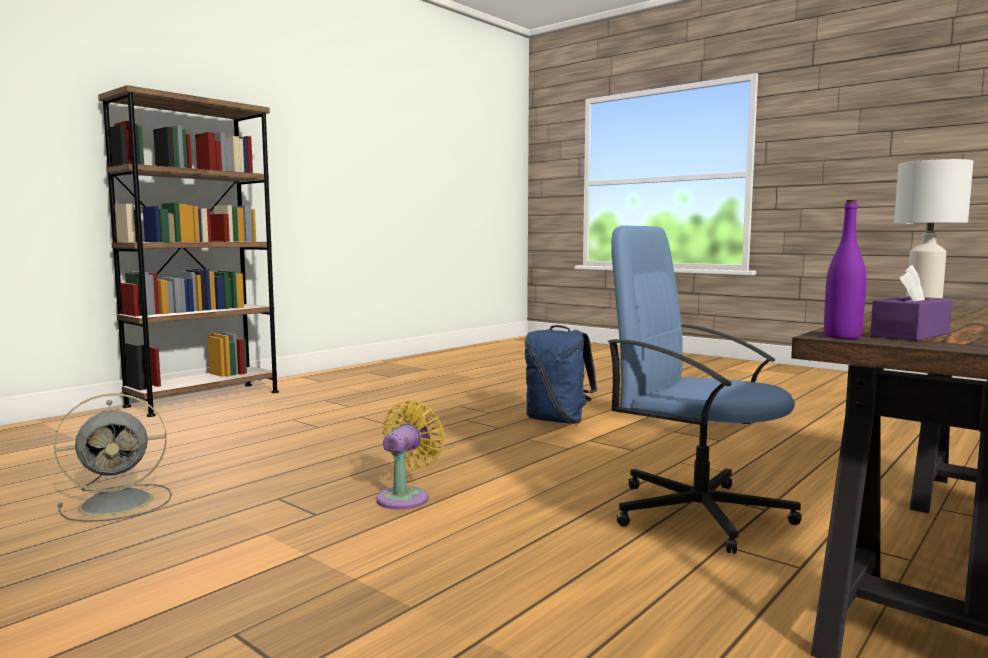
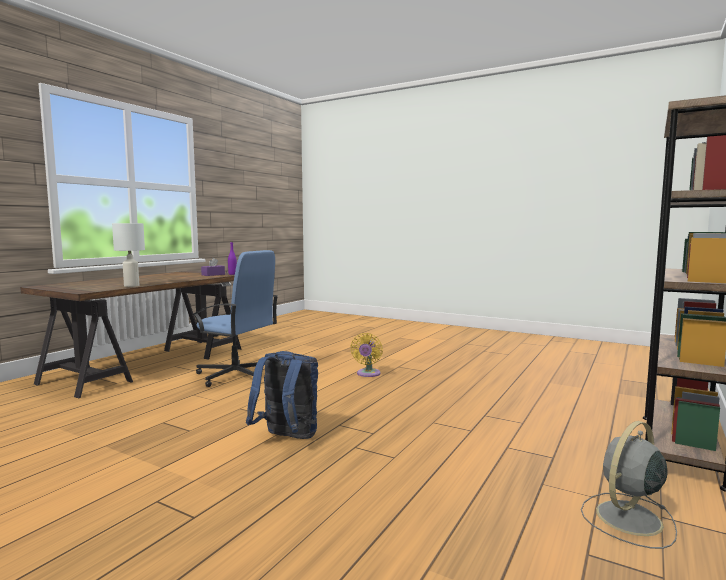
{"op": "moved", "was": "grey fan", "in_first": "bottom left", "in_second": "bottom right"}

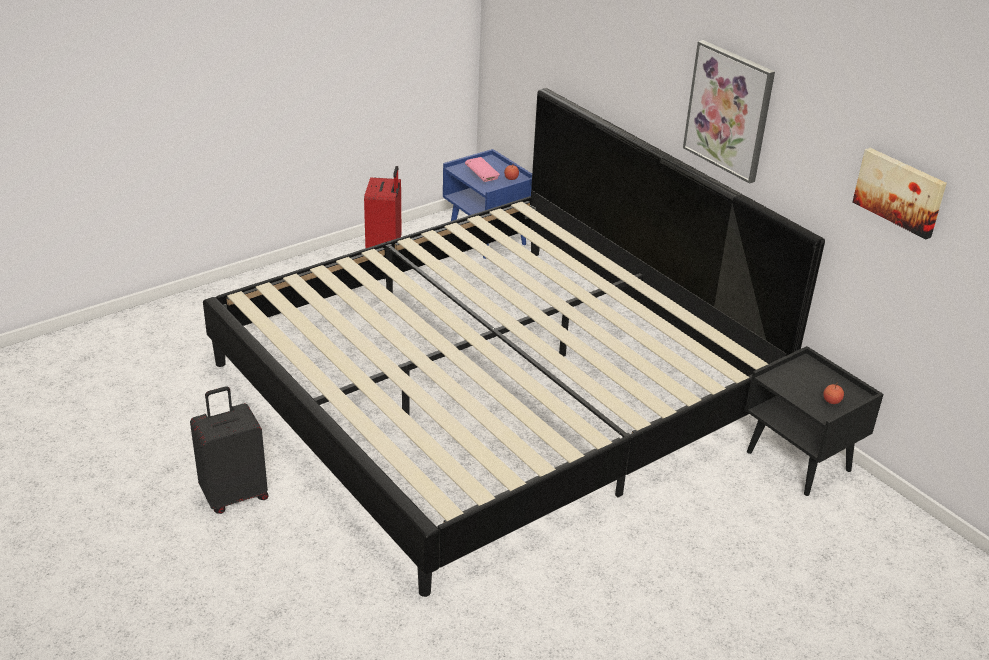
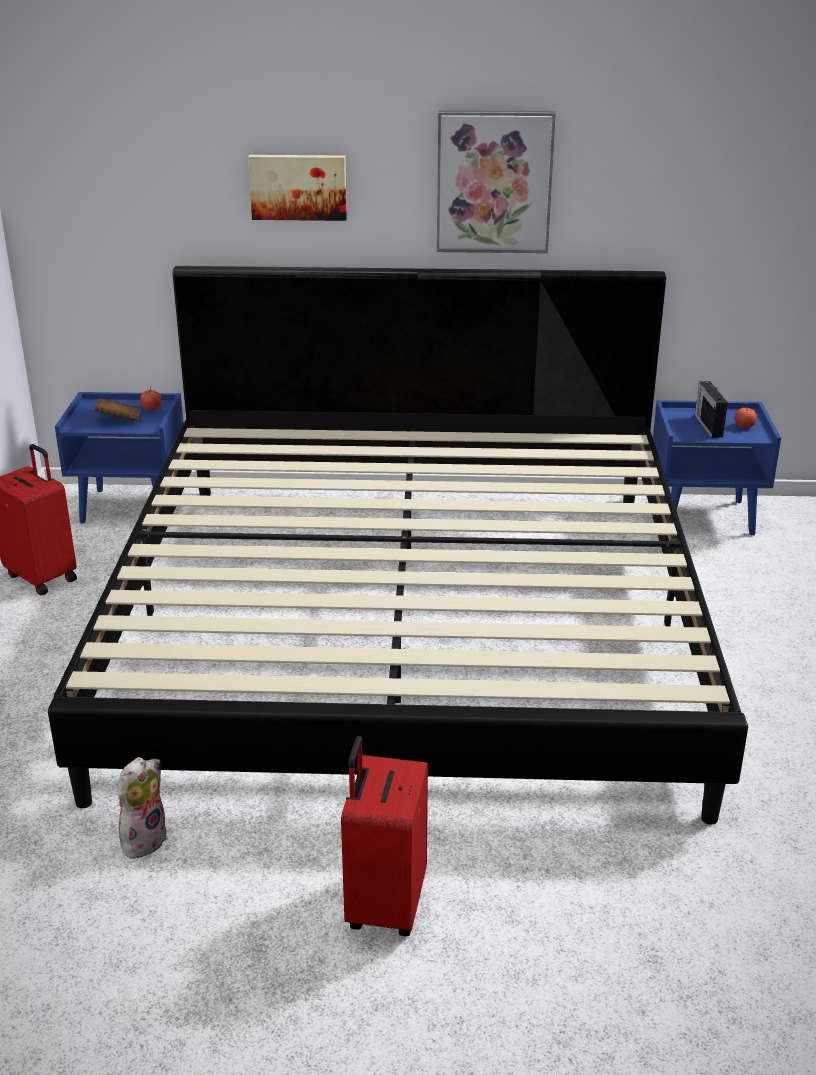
{"op": "moved", "was": "picture (2nd from left in the first image)", "now": "picture (1st from left)", "in_first": "top right", "in_second": "top centre"}
{"op": "recoloured", "was": "pink book", "now": "brown book", "in_first": "top centre", "in_second": "middle left"}
{"op": "recoloured", "was": "black nightstand", "now": "blue nightstand (2nd from left)", "in_first": "middle right", "in_second": "middle right"}
{"op": "recoloured", "was": "black suitcase", "now": "red suitcase (2nd from left)", "in_first": "bottom left", "in_second": "bottom centre"}
{"op": "added", "now": "radio", "in_second": "middle right"}
{"op": "added", "now": "plush toy", "in_second": "bottom left"}

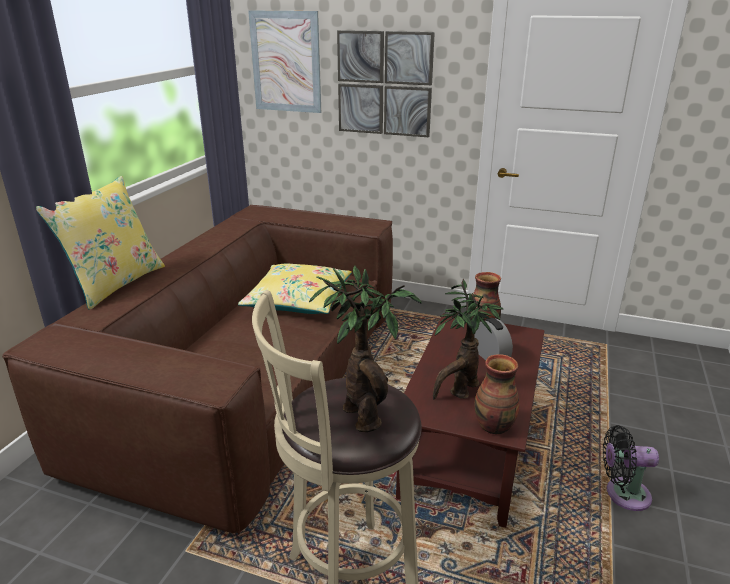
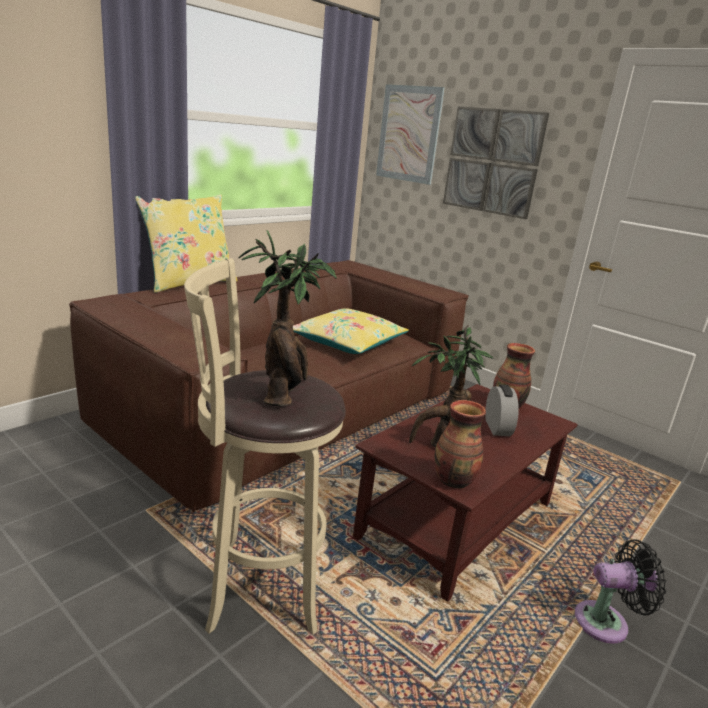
{"op": "turned", "was": "black fan", "in_first": "bottom right", "in_second": "bottom right", "clockwise": 150}

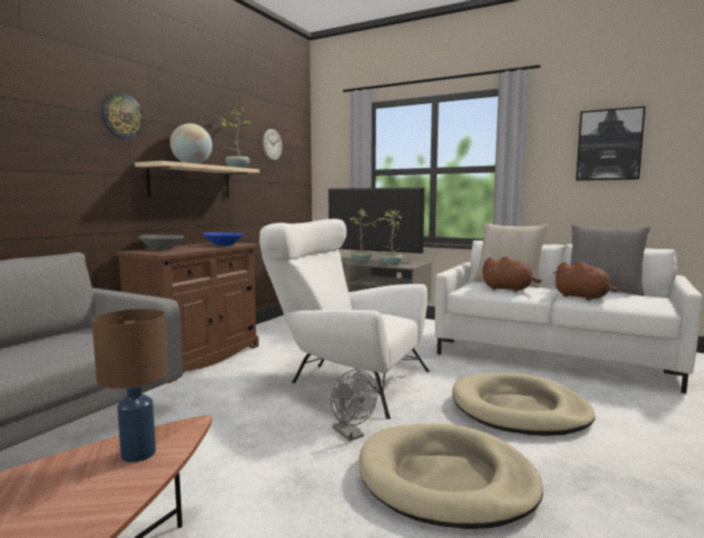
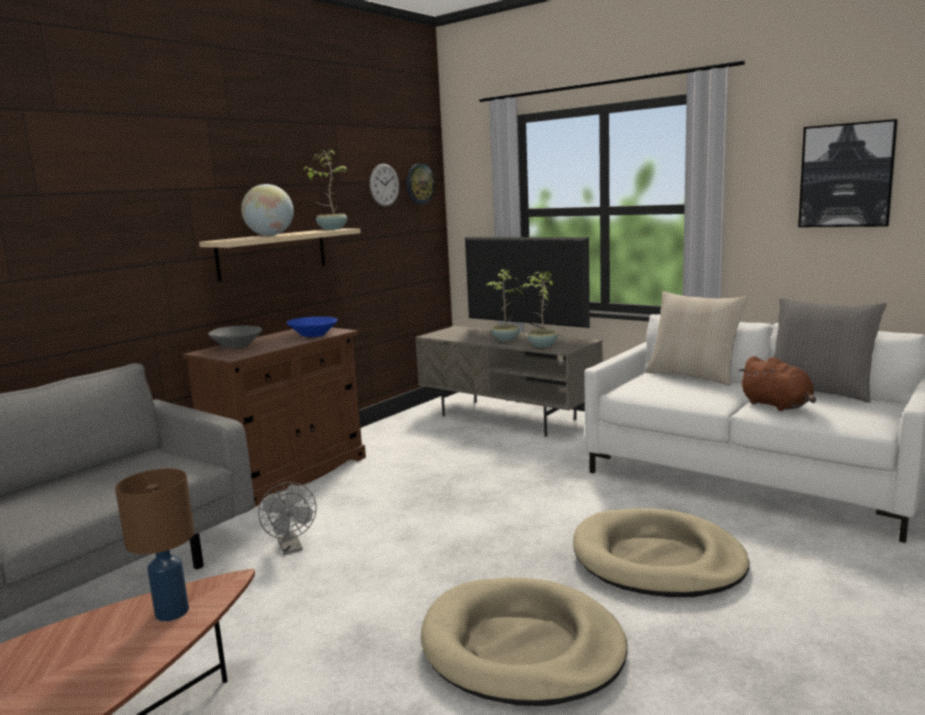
{"op": "moved", "was": "wall clock (1st from left in the first image)", "now": "wall clock (2nd from left)", "in_first": "top left", "in_second": "top centre"}
{"op": "removed", "was": "white armchair", "in_first": "centre"}
{"op": "removed", "was": "brown plush toy (1st from left)", "in_first": "middle right"}
{"op": "moved", "was": "grey fan", "in_first": "bottom centre", "in_second": "bottom left"}

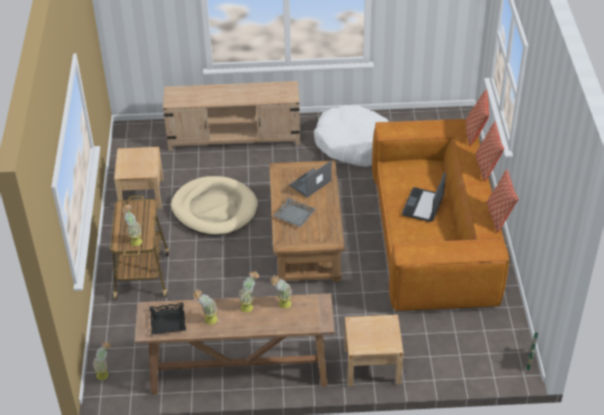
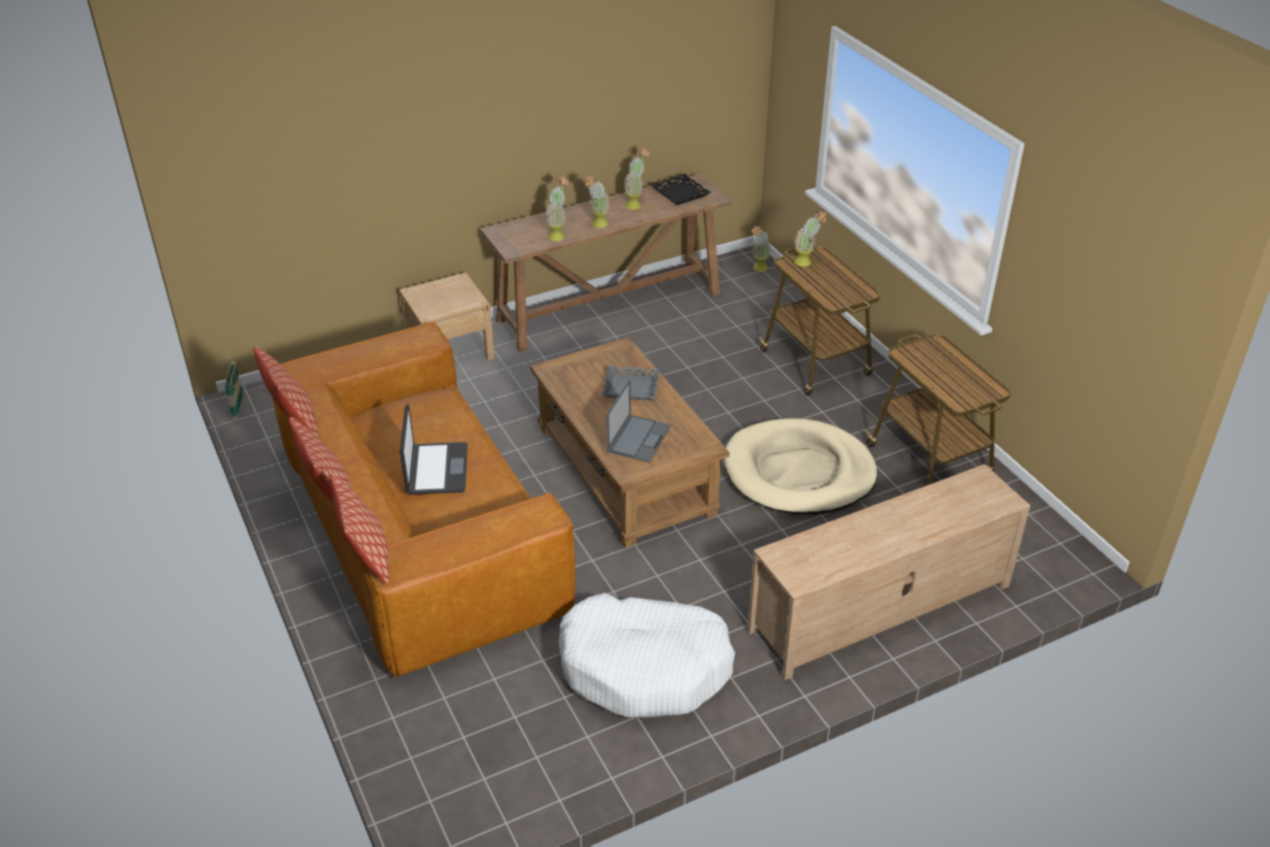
{"op": "replaced", "was": "beige nightstand (1st from left)", "now": "cart (2nd from left)", "in_first": "middle left", "in_second": "middle right"}

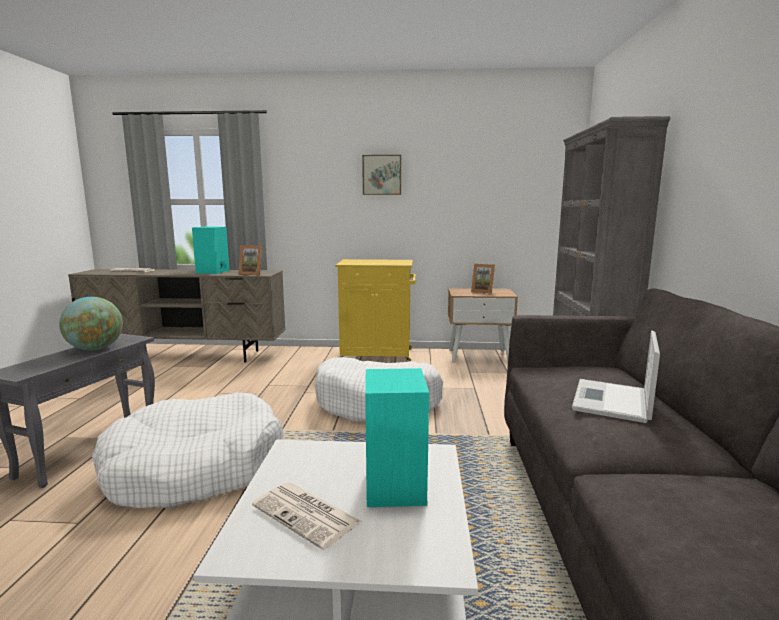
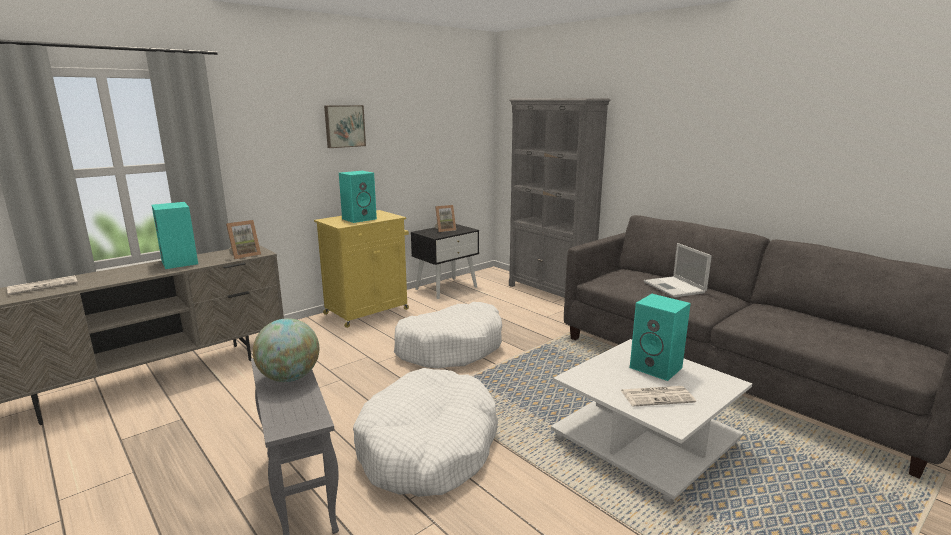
{"op": "recoloured", "was": "beige nightstand", "now": "black nightstand", "in_first": "centre", "in_second": "centre"}
{"op": "added", "now": "turquoise speaker (2nd from left)", "in_second": "centre"}

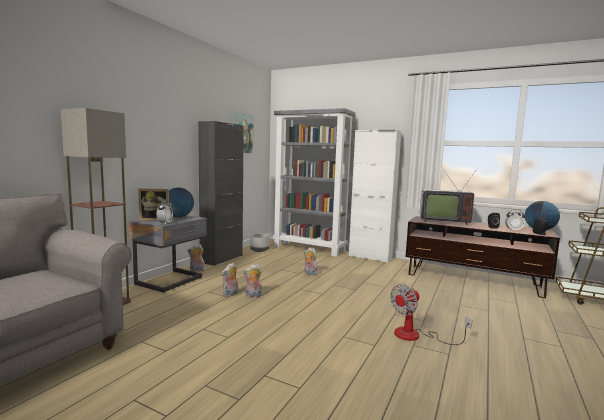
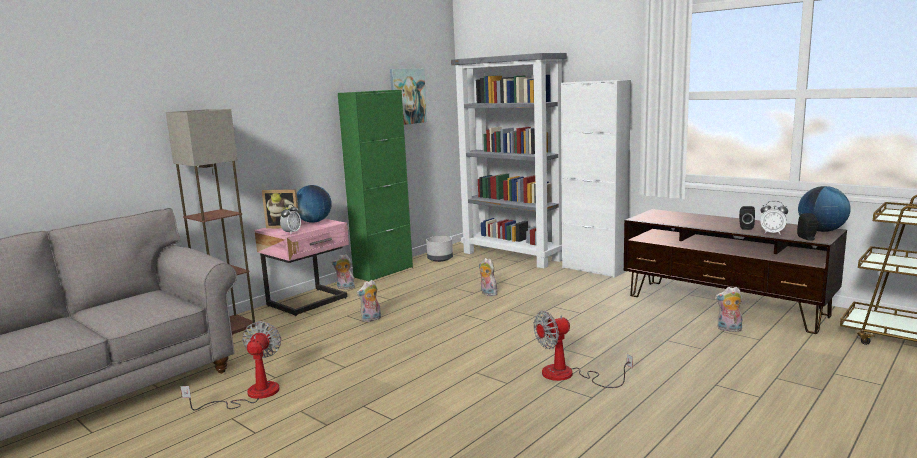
{"op": "recoloured", "was": "black cabinet", "now": "green cabinet", "in_first": "centre", "in_second": "centre"}
{"op": "removed", "was": "television", "in_first": "middle right"}
{"op": "recoloured", "was": "grey nightstand", "now": "pink nightstand", "in_first": "middle left", "in_second": "middle left"}
{"op": "moved", "was": "plush toy (3rd from left in the first image)", "now": "plush toy (4th from left)", "in_first": "bottom centre", "in_second": "bottom right"}
{"op": "added", "now": "fan (1st from left)", "in_second": "bottom left"}

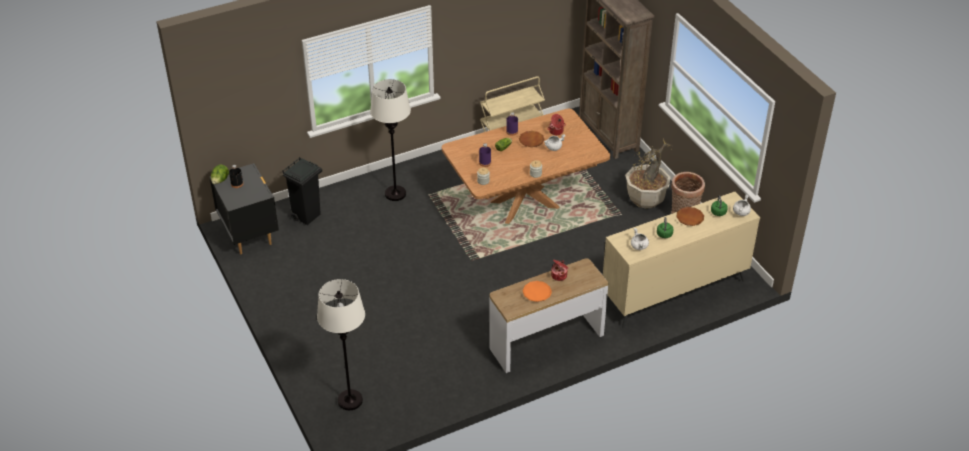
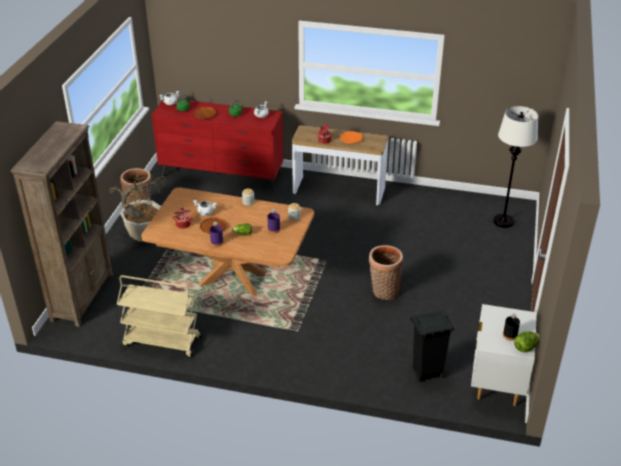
{"op": "removed", "was": "white floor lamp (2nd from left)", "in_first": "top centre"}
{"op": "recoloured", "was": "black nightstand", "now": "white nightstand", "in_first": "middle left", "in_second": "bottom right"}
{"op": "recoloured", "was": "beige dresser", "now": "red dresser", "in_first": "middle right", "in_second": "top centre"}
{"op": "added", "now": "basket (2nd from left)", "in_second": "centre"}

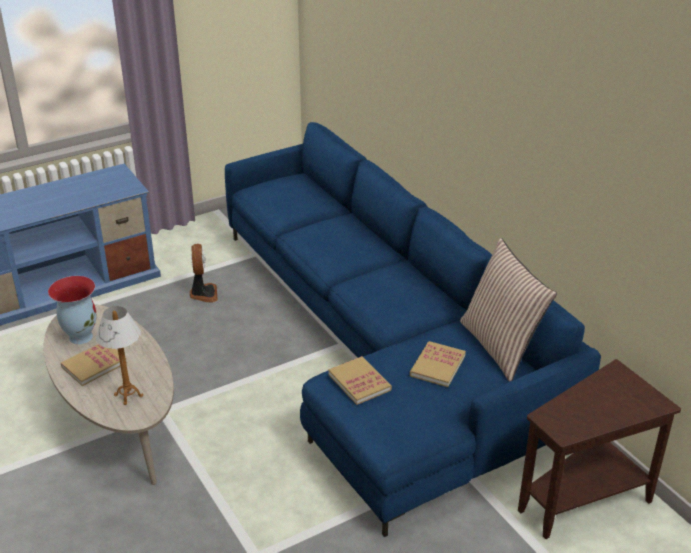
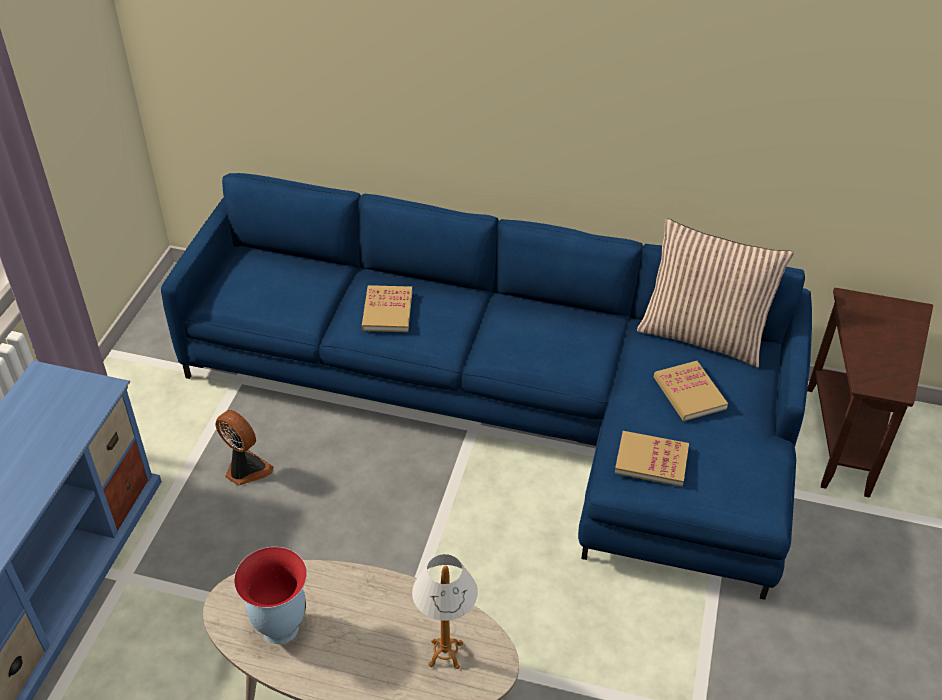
{"op": "moved", "was": "book (1st from left)", "in_first": "middle left", "in_second": "centre"}

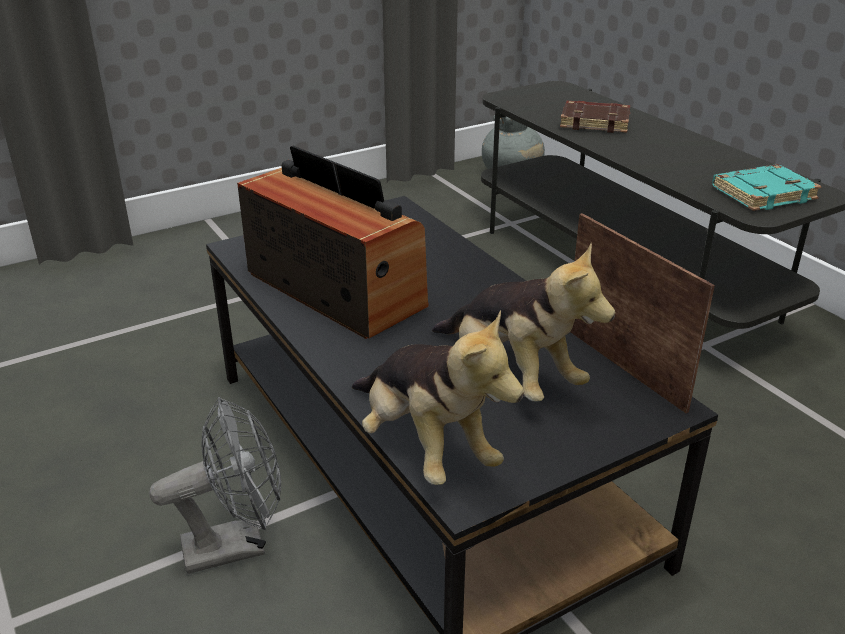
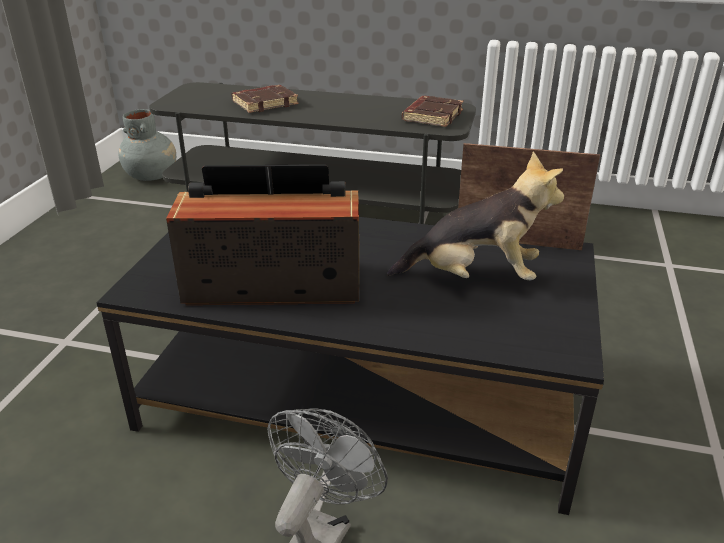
{"op": "recoloured", "was": "turquoise book", "now": "brown book (2nd from left)", "in_first": "top right", "in_second": "top centre"}
{"op": "removed", "was": "plush toy (1st from left)", "in_first": "centre"}

